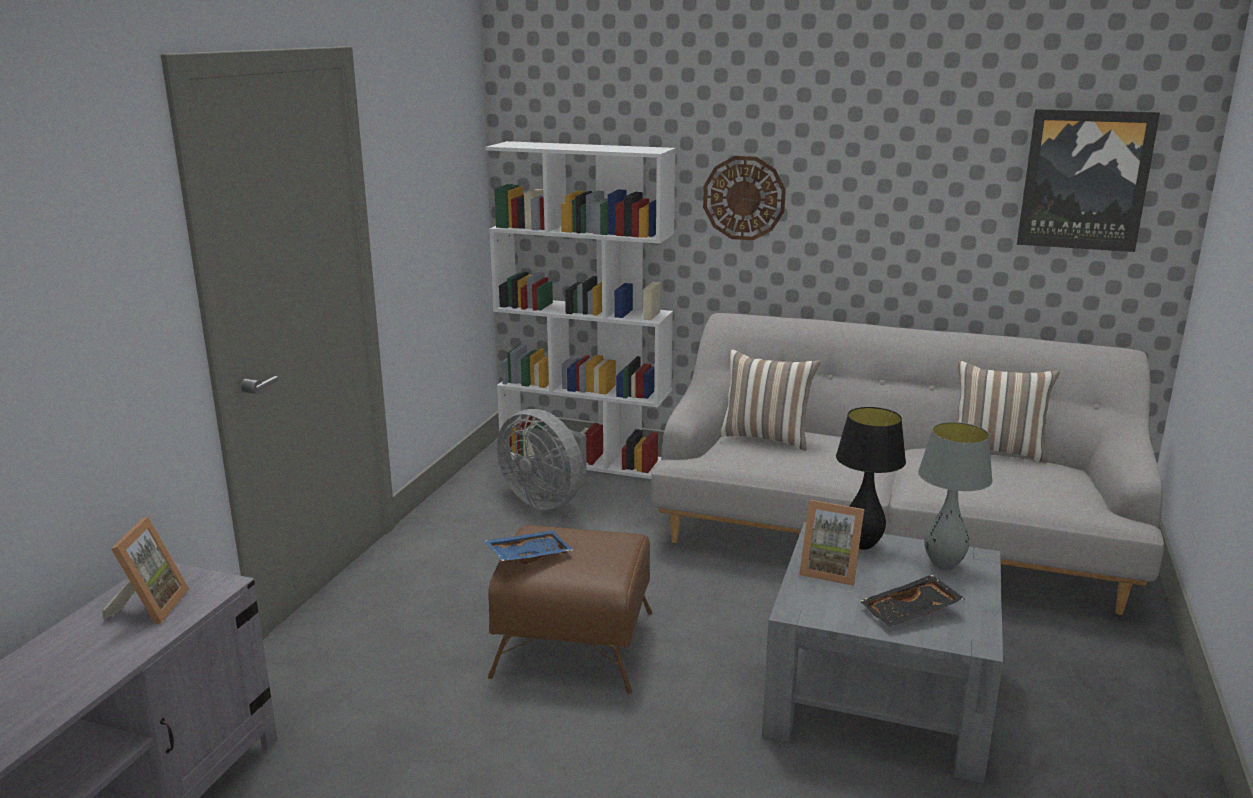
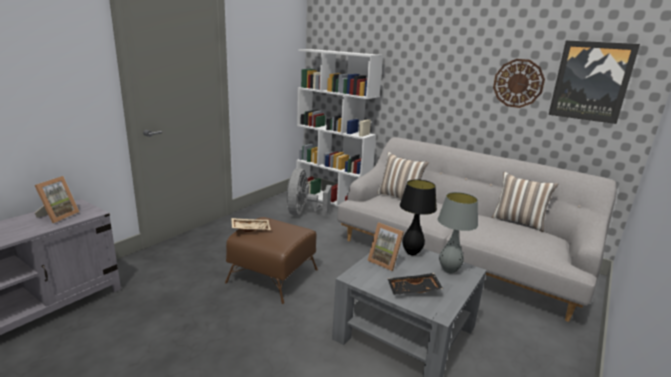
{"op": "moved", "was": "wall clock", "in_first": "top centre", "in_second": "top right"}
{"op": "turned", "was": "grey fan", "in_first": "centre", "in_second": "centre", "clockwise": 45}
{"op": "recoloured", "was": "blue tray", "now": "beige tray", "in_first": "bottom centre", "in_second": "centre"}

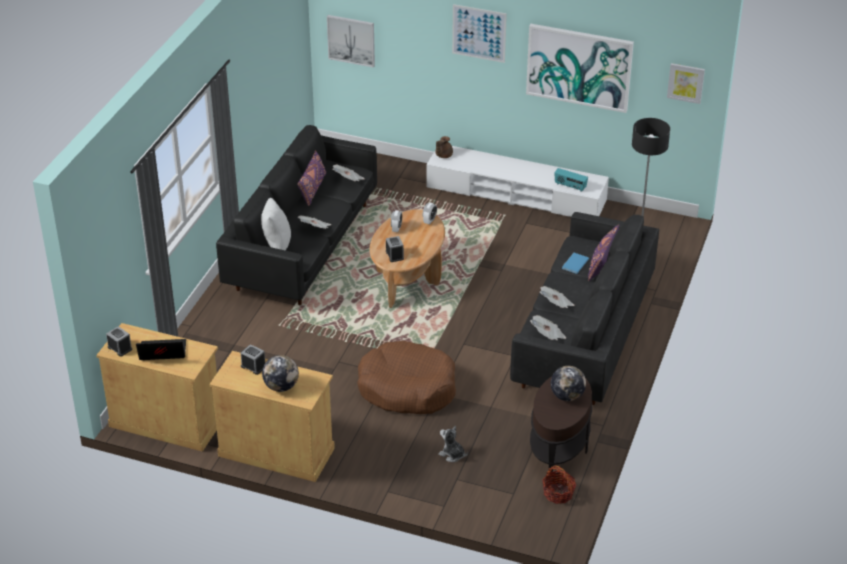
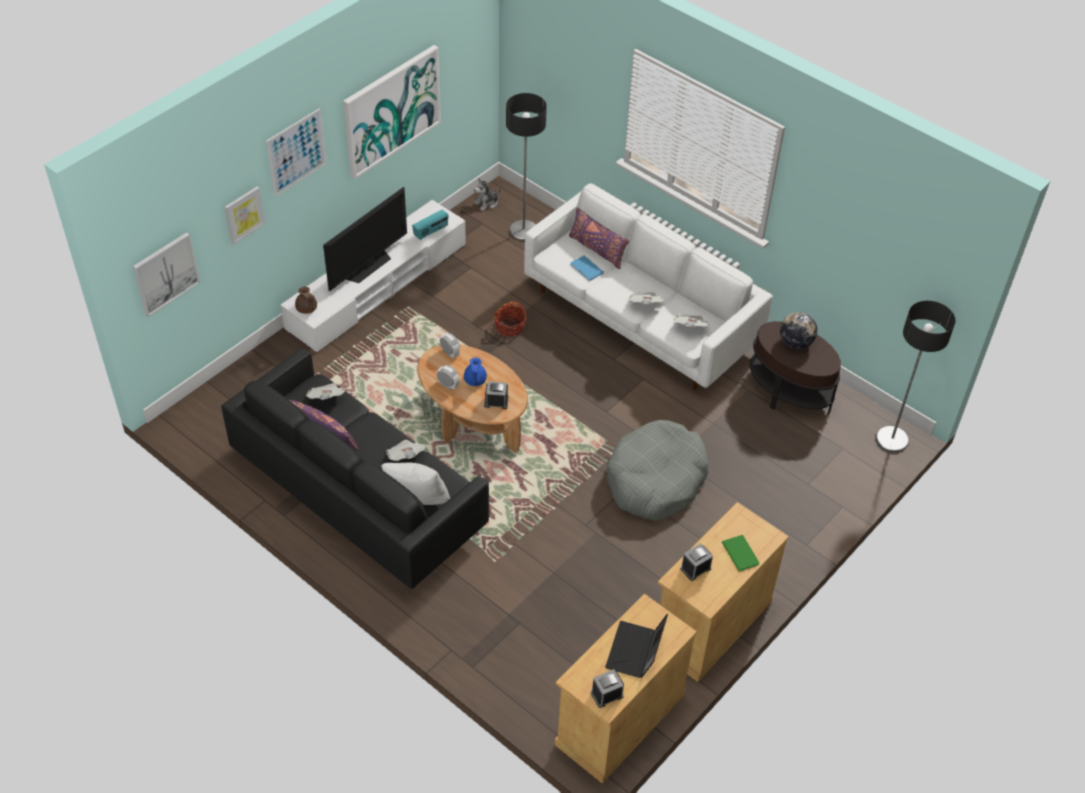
{"op": "moved", "was": "picture (4th from left in the first image)", "now": "picture (2nd from left)", "in_first": "top right", "in_second": "top left"}
{"op": "recoloured", "was": "black sofa (2nd from left)", "now": "white sofa", "in_first": "middle right", "in_second": "centre"}
{"op": "recoloured", "was": "brown dog bed", "now": "grey dog bed", "in_first": "bottom centre", "in_second": "centre"}
{"op": "replaced", "was": "globe (1st from left)", "now": "green book", "in_first": "middle left", "in_second": "bottom right"}
{"op": "moved", "was": "plush toy", "in_first": "bottom centre", "in_second": "top centre"}
{"op": "moved", "was": "basket", "in_first": "bottom centre", "in_second": "centre"}
{"op": "added", "now": "television", "in_second": "top centre"}
{"op": "added", "now": "floor lamp (2nd from left)", "in_second": "middle right"}
{"op": "added", "now": "blue teapot", "in_second": "centre"}

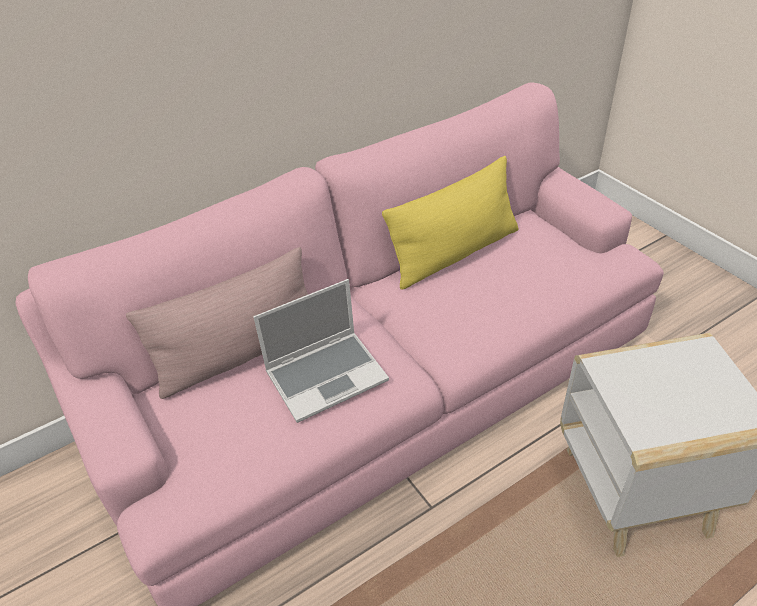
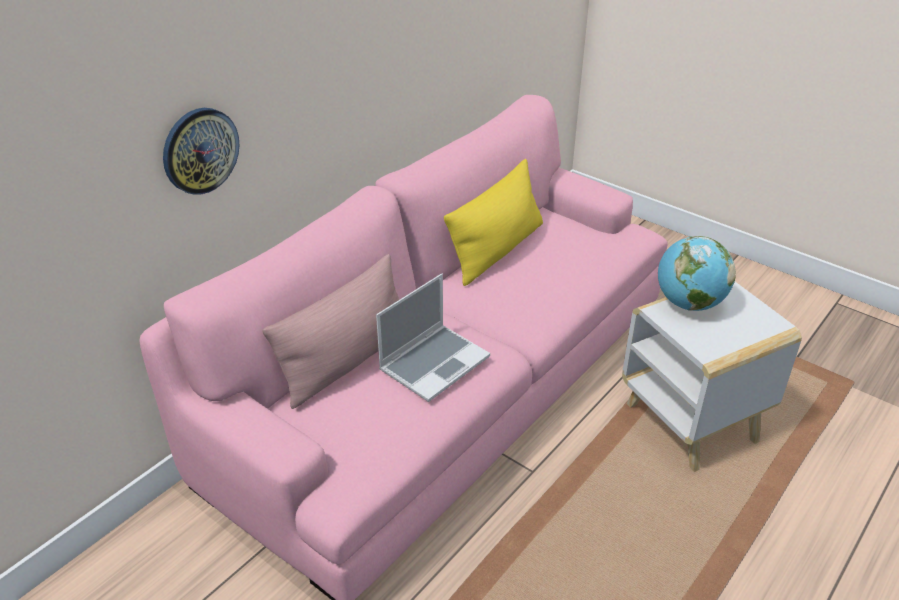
{"op": "added", "now": "wall clock", "in_second": "top left"}
{"op": "added", "now": "globe", "in_second": "middle right"}

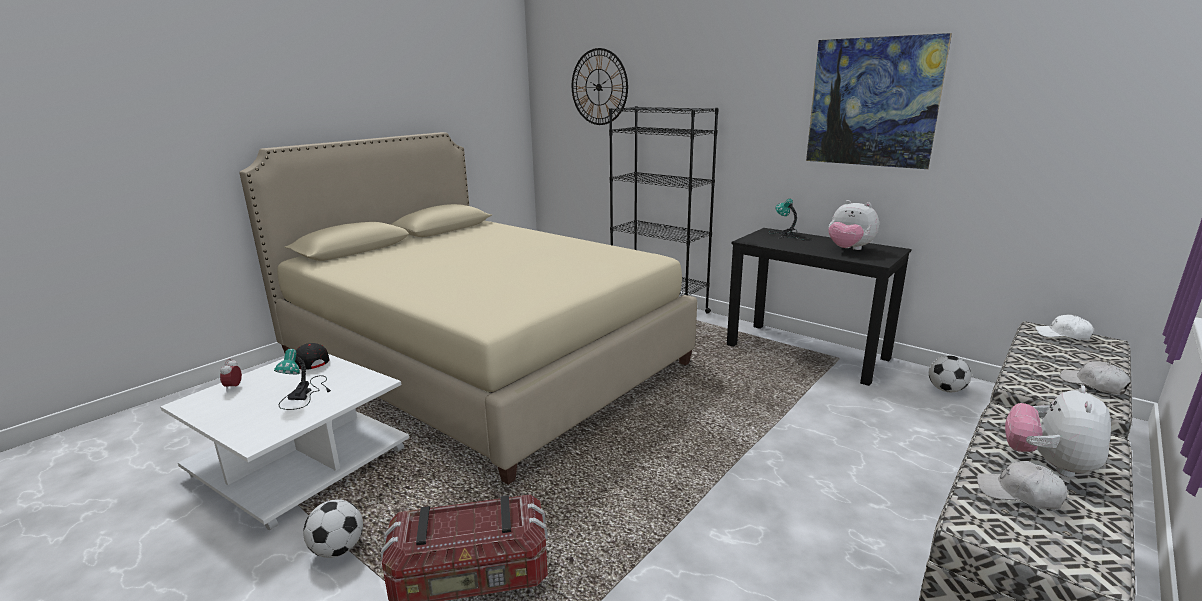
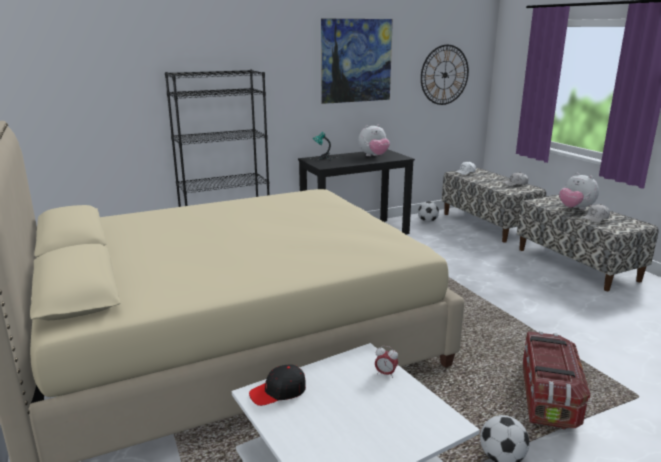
{"op": "moved", "was": "wall clock", "in_first": "top centre", "in_second": "top right"}
{"op": "removed", "was": "table lamp (1st from left)", "in_first": "middle left"}
{"op": "moved", "was": "alarm clock", "in_first": "middle left", "in_second": "bottom centre"}

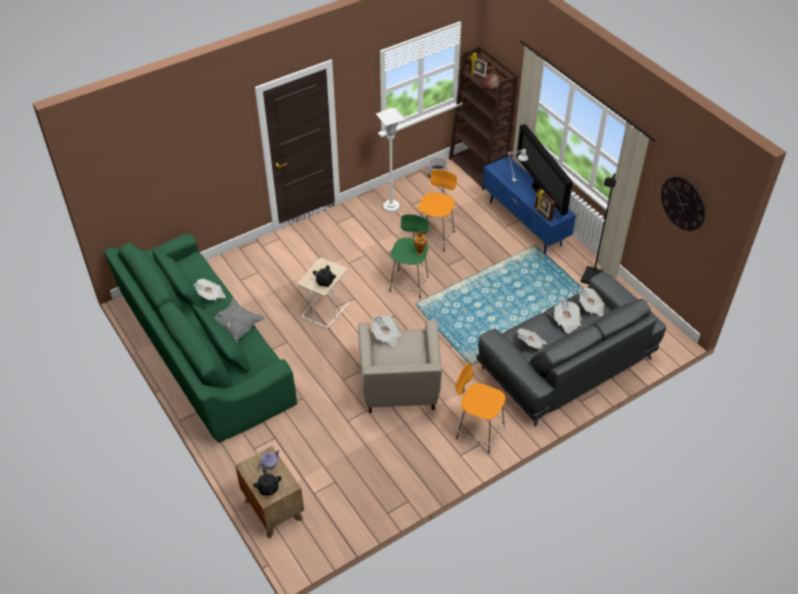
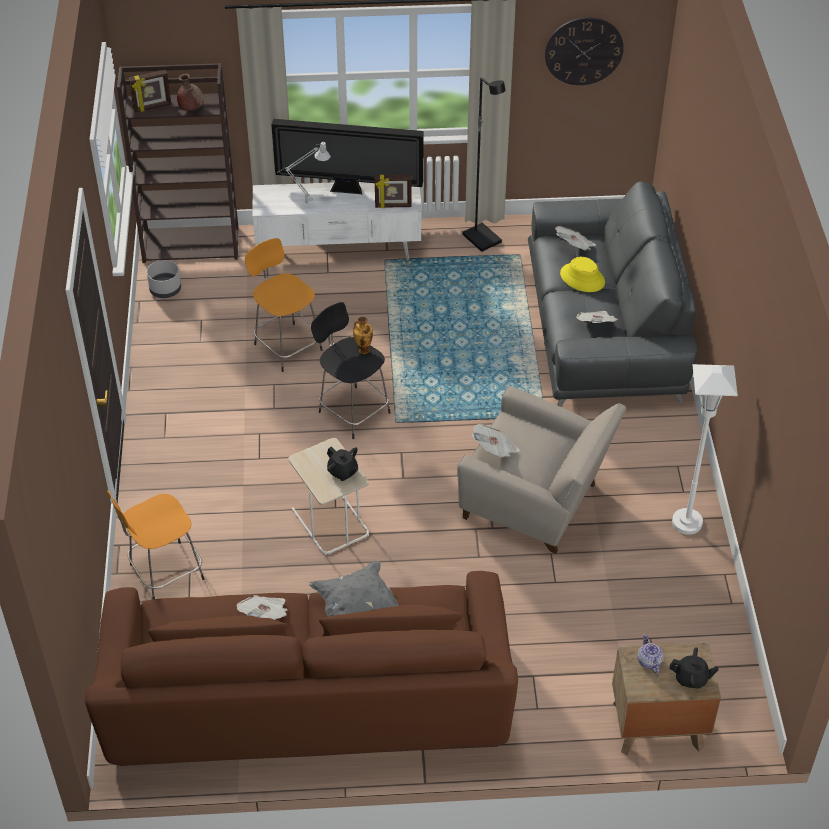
{"op": "moved", "was": "white floor lamp", "in_first": "top centre", "in_second": "middle right"}
{"op": "recoloured", "was": "blue tv stand", "now": "white tv stand", "in_first": "centre", "in_second": "top centre"}
{"op": "recoloured", "was": "green stool", "now": "black stool", "in_first": "centre", "in_second": "centre"}
{"op": "recoloured", "was": "green sofa", "now": "brown sofa", "in_first": "middle left", "in_second": "bottom centre"}
{"op": "replaced", "was": "newspaper (4th from left)", "now": "yellow hat", "in_first": "middle right", "in_second": "top right"}
{"op": "moved", "was": "orange stool (2nd from left in the first image)", "now": "orange stool (1st from left)", "in_first": "bottom centre", "in_second": "middle left"}

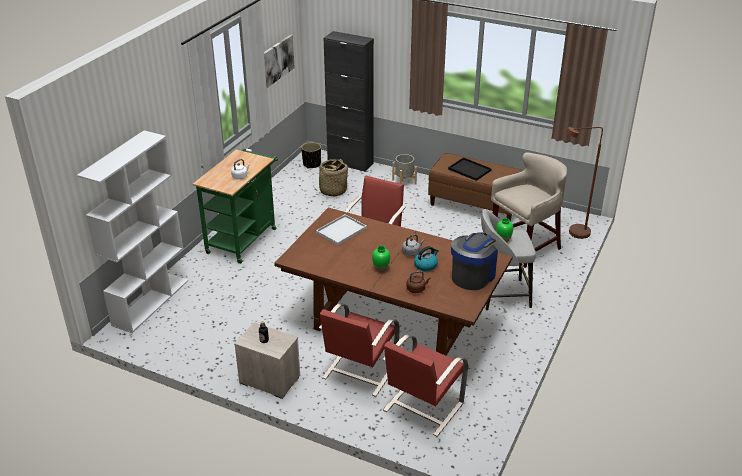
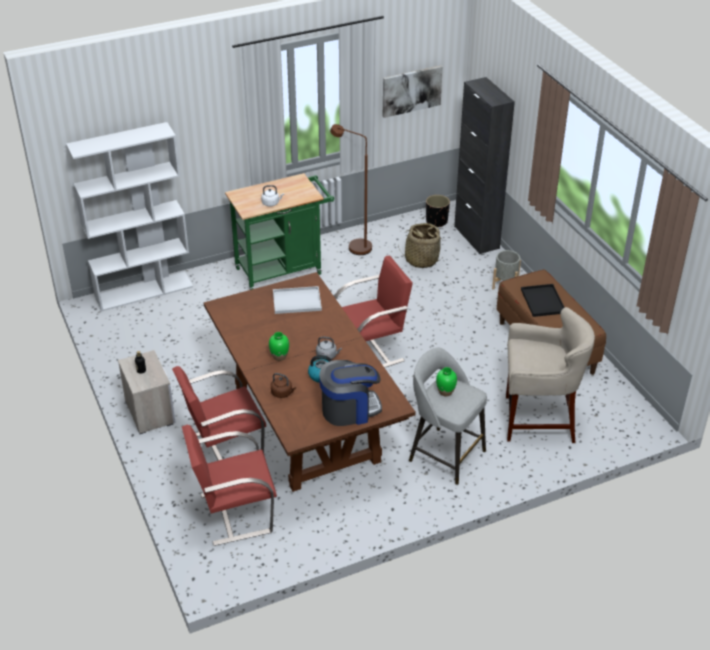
{"op": "moved", "was": "brown floor lamp", "in_first": "middle right", "in_second": "top centre"}

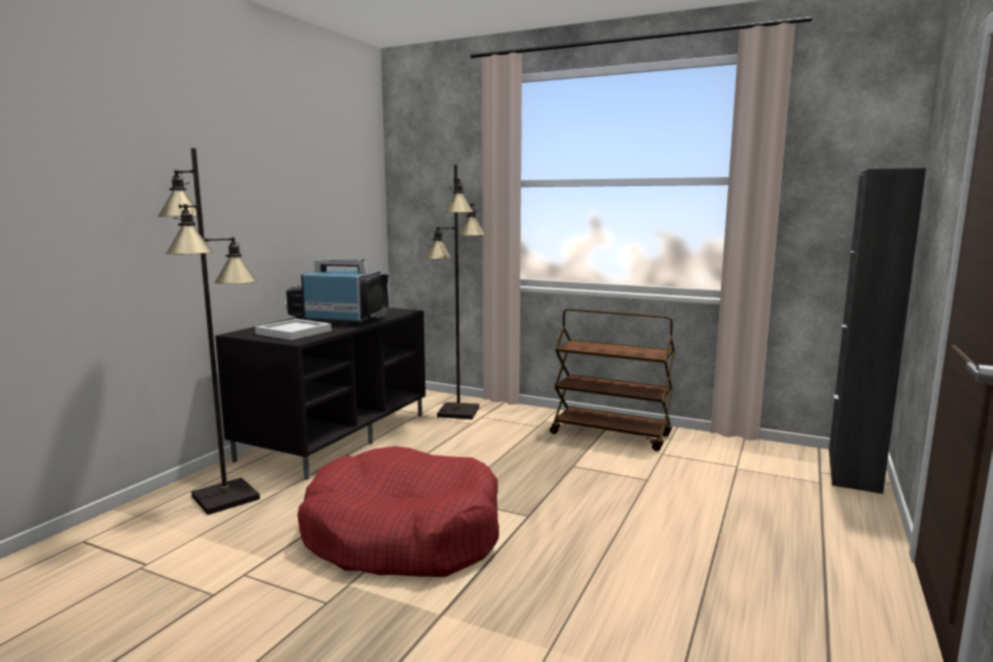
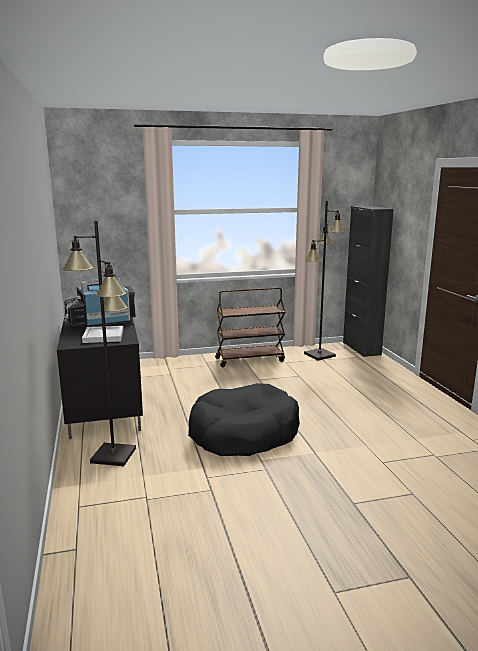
{"op": "moved", "was": "black floor lamp (2nd from left)", "in_first": "centre", "in_second": "middle right"}
{"op": "recoloured", "was": "red dog bed", "now": "black dog bed", "in_first": "bottom centre", "in_second": "centre"}

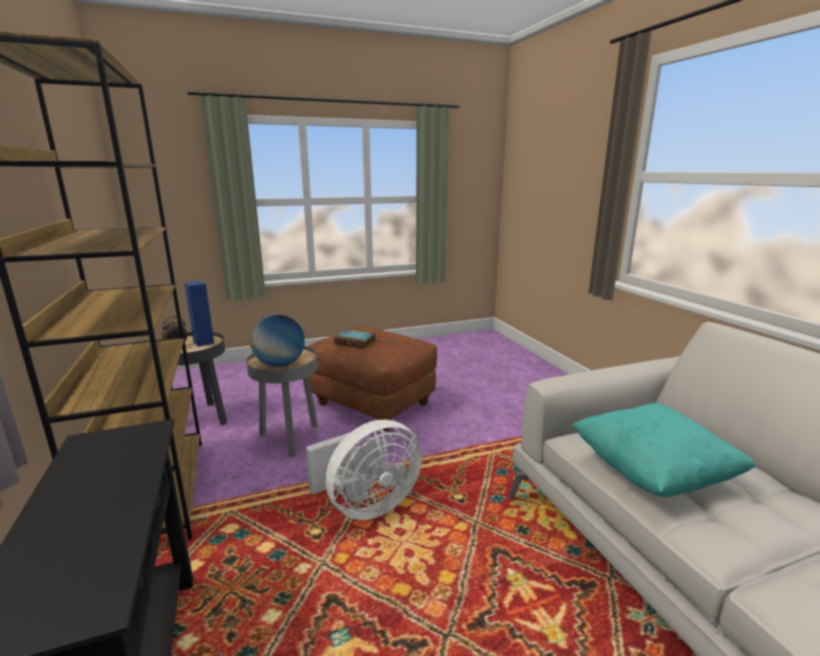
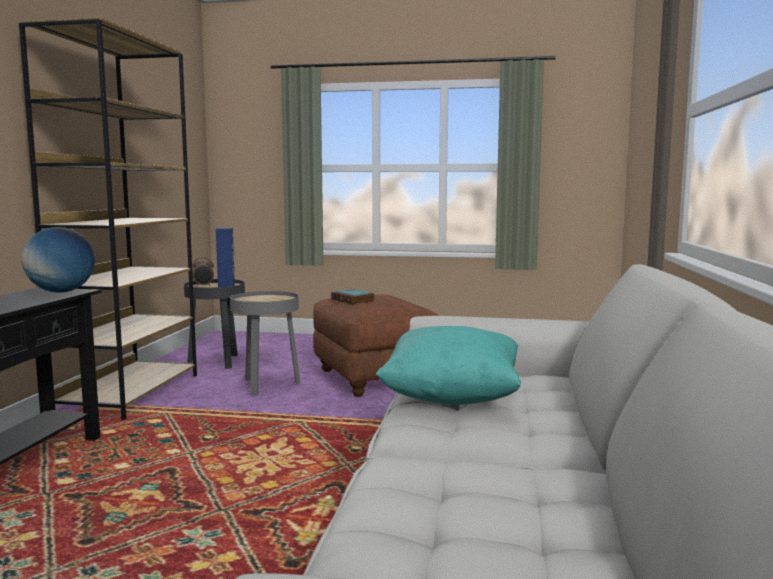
{"op": "moved", "was": "globe", "in_first": "centre", "in_second": "middle left"}
{"op": "removed", "was": "white fan", "in_first": "bottom centre"}

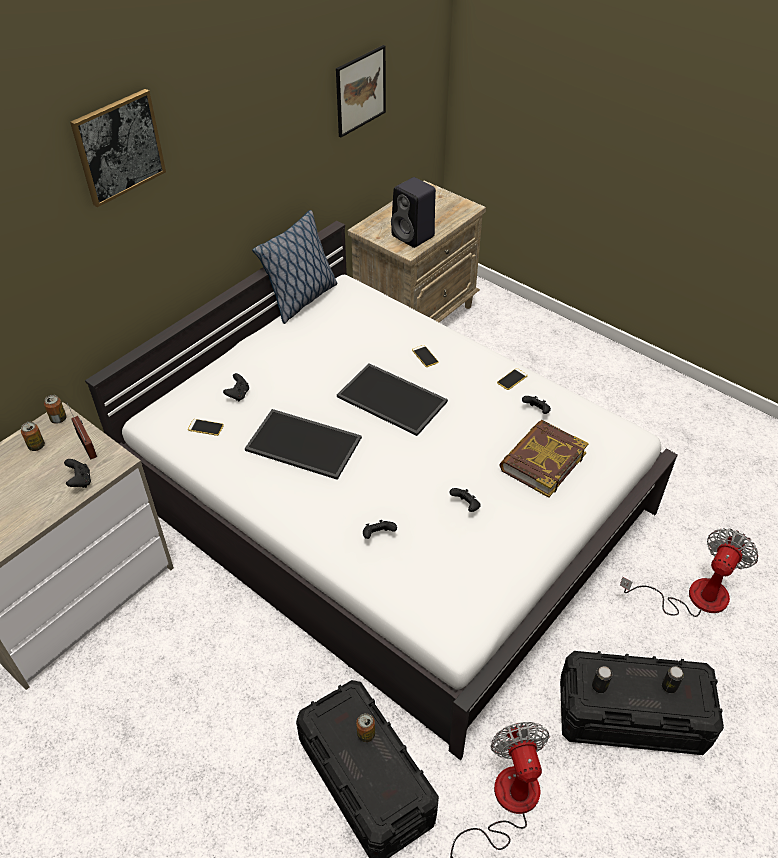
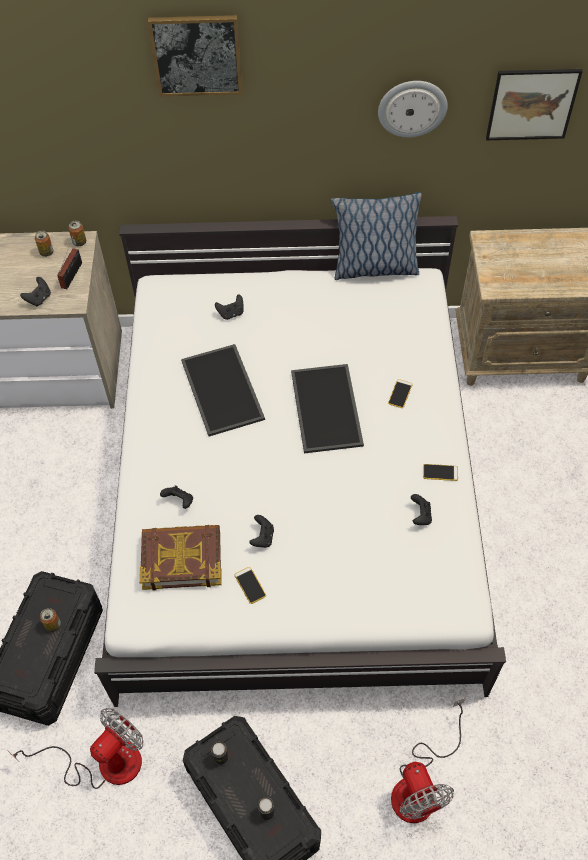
{"op": "removed", "was": "black speaker", "in_first": "top centre"}
{"op": "moved", "was": "phone (1st from left)", "in_first": "middle left", "in_second": "bottom centre"}
{"op": "moved", "was": "book", "in_first": "middle right", "in_second": "middle left"}
{"op": "turned", "was": "fan (2nd from left)", "in_first": "bottom right", "in_second": "bottom right", "clockwise": 75}
{"op": "added", "now": "wall clock", "in_second": "top right"}

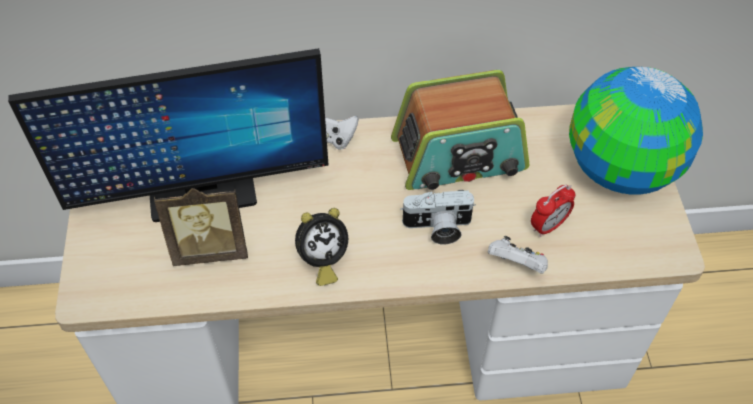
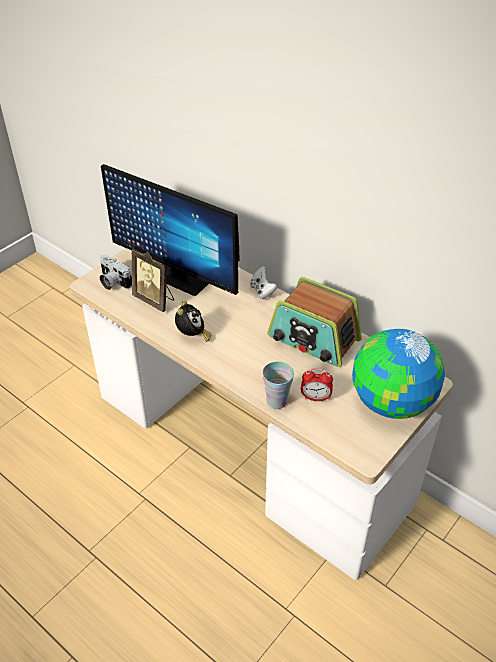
{"op": "moved", "was": "photo camera", "in_first": "centre", "in_second": "middle left"}
{"op": "turned", "was": "alarm clock (1st from left)", "in_first": "centre", "in_second": "centre", "clockwise": -105}
{"op": "replaced", "was": "white game controller (2nd from left)", "now": "cup", "in_first": "middle right", "in_second": "centre"}

